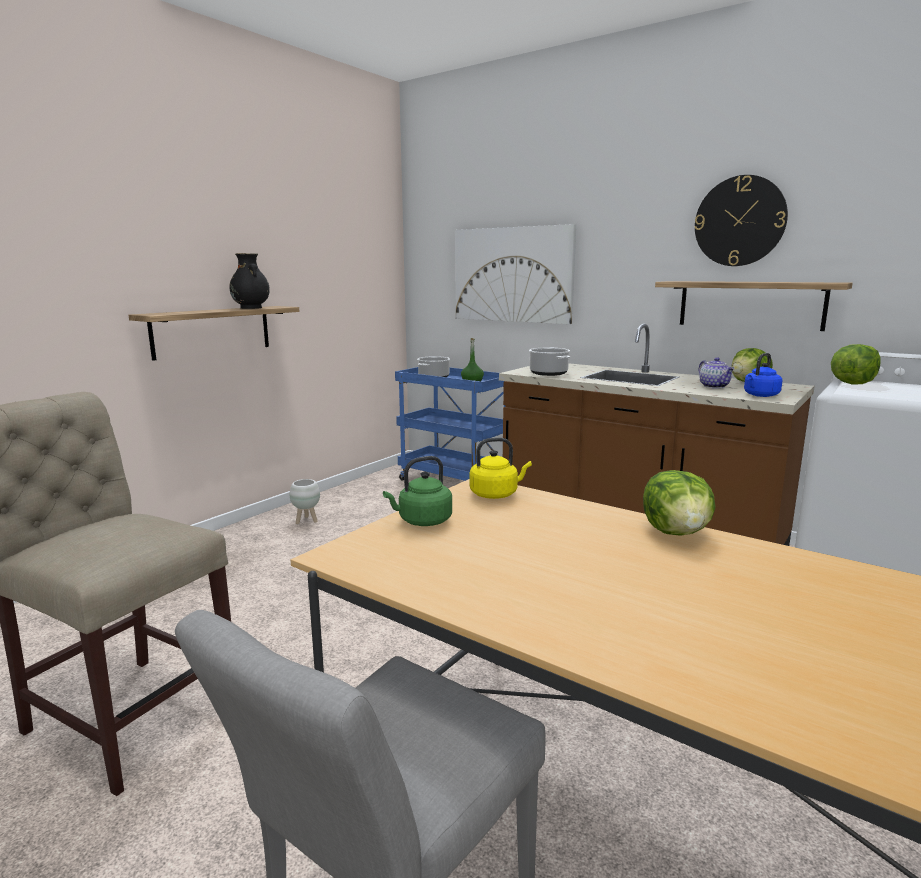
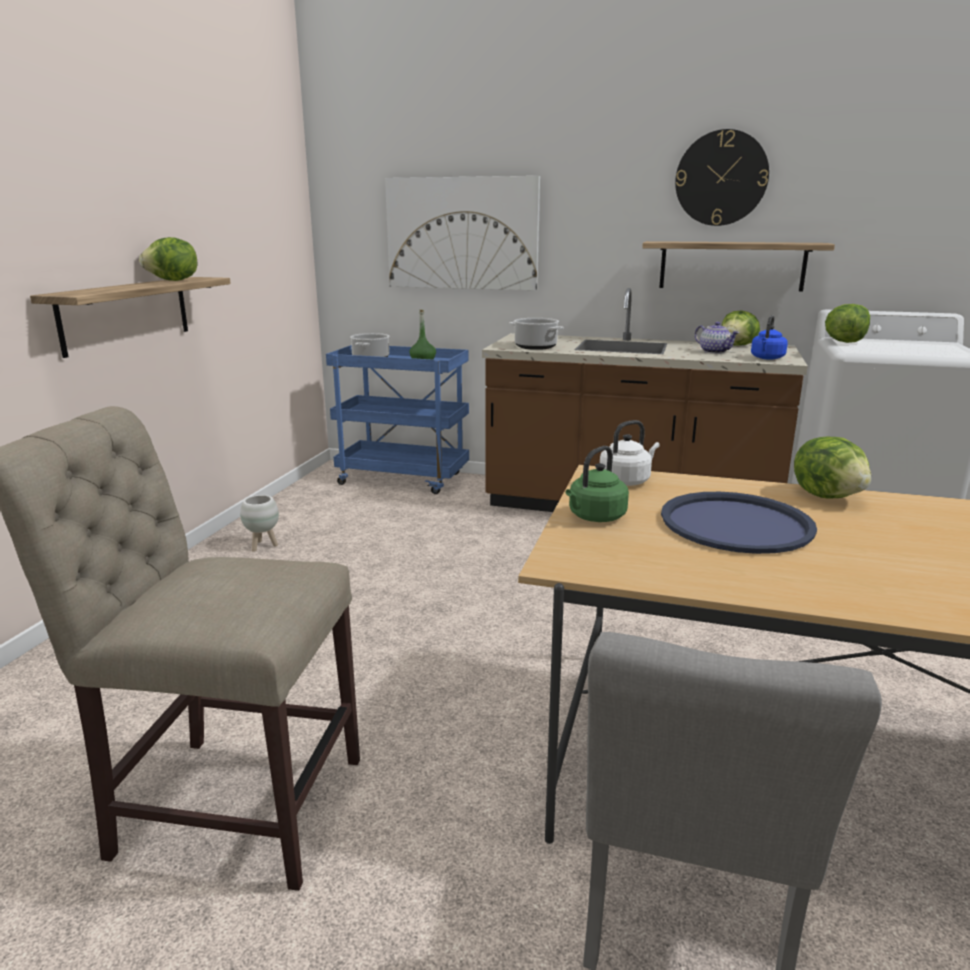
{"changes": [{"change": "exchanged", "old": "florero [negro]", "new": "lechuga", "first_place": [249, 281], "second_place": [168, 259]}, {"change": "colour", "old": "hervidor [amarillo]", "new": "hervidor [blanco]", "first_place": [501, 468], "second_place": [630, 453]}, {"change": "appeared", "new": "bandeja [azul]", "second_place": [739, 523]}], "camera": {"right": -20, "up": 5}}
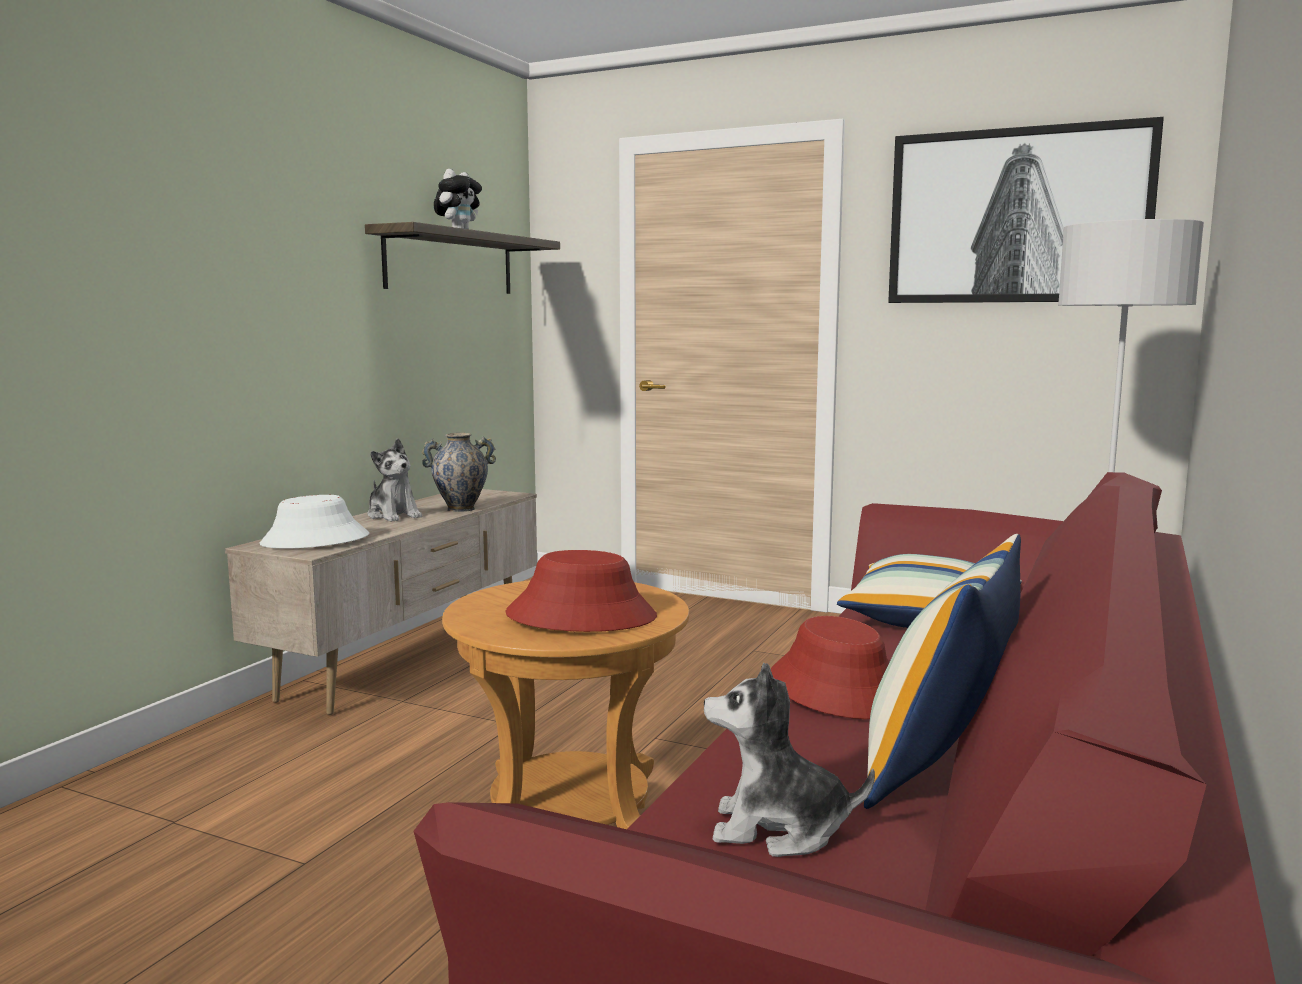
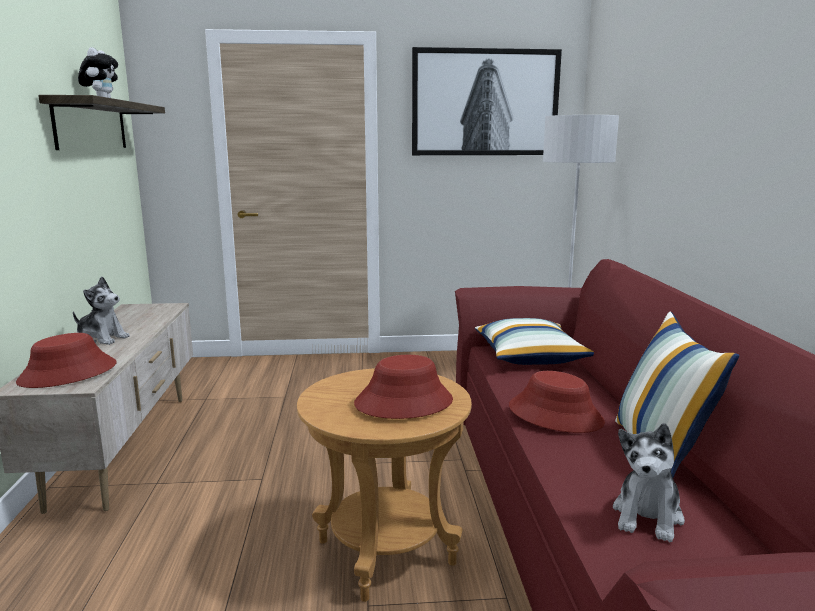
{"changes": [{"change": "colour", "old": "sombrero [blanco]", "new": "sombrero [rojo]", "first_place": [314, 522], "second_place": [66, 360]}, {"change": "missing", "old": "florero", "first_place": [458, 472]}, {"change": "spun", "old": "peluche", "first_place": [789, 760], "second_place": [649, 482], "degrees": -45}], "camera": {"right": -30, "up": 5}}
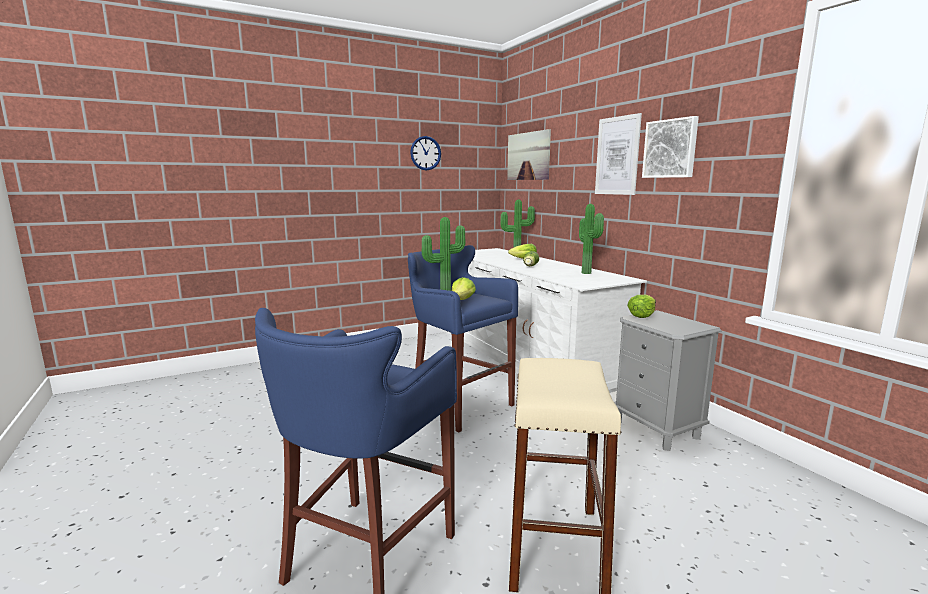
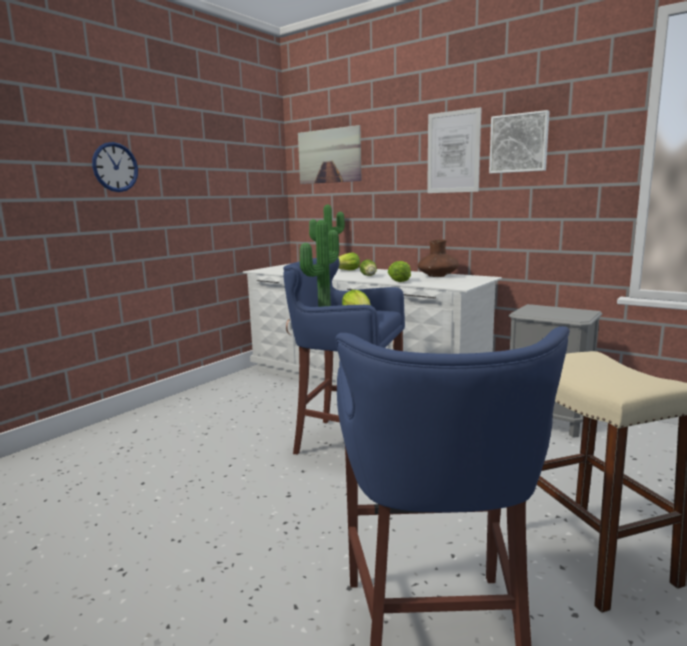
{"changes": [{"change": "relocated", "old": "reloj de pared", "first_place": [425, 153], "second_place": [115, 167]}, {"change": "exchanged", "old": "planta en maceta", "new": "florero [marrón]", "first_place": [591, 239], "second_place": [438, 258]}, {"change": "relocated", "old": "lechuga", "first_place": [641, 306], "second_place": [399, 271]}], "camera": {"right": -25, "up": 0}}
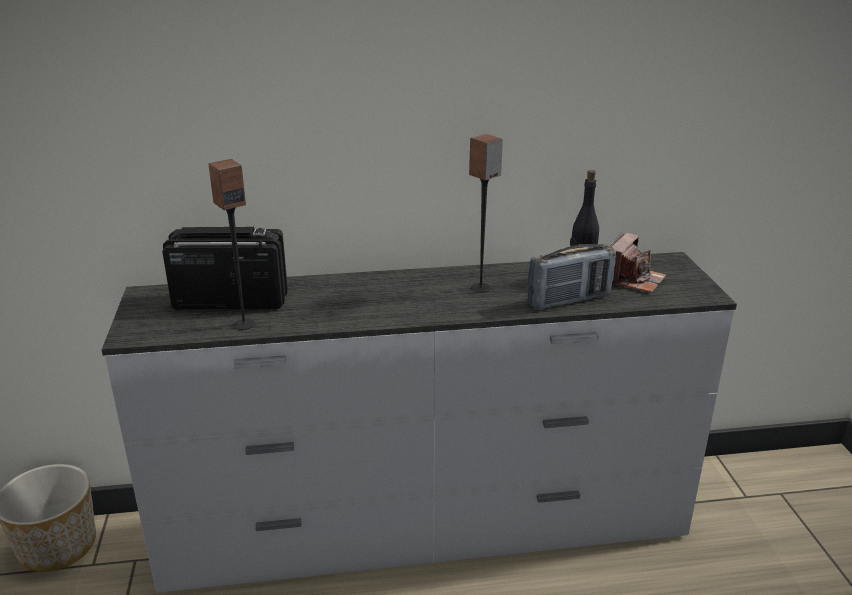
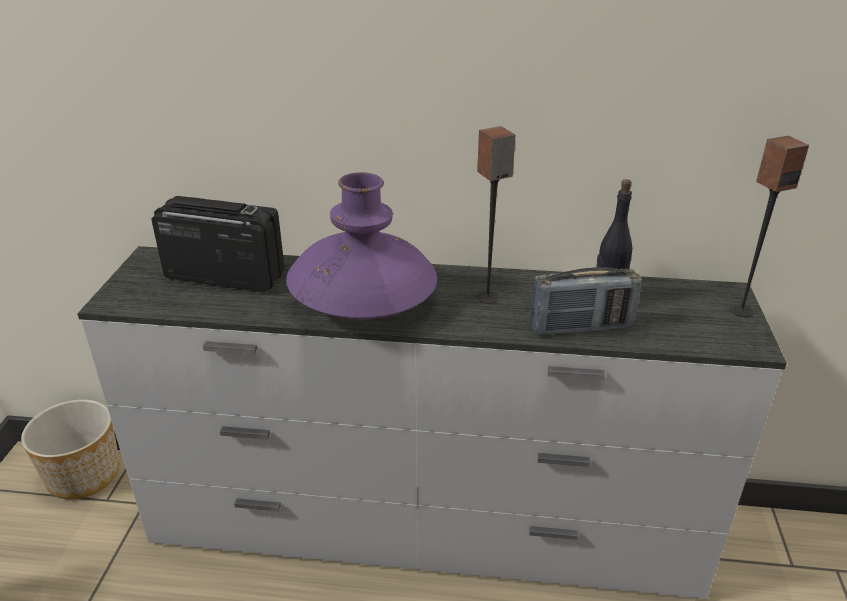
{"changes": [{"change": "relocated", "old": "altavoz", "first_place": [231, 244], "second_place": [769, 226]}, {"change": "missing", "old": "cámara", "first_place": [638, 262]}, {"change": "appeared", "new": "florero [morado]", "second_place": [361, 246]}], "camera": {"right": 15, "up": 5}}
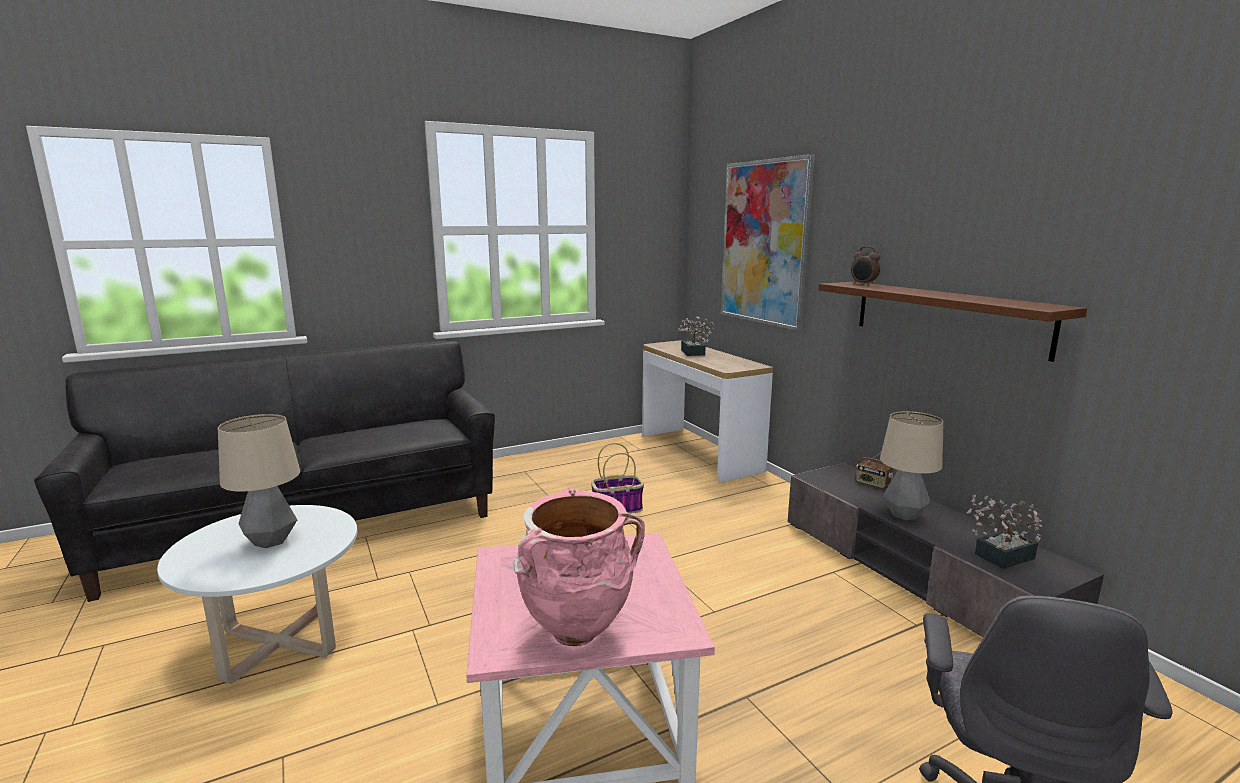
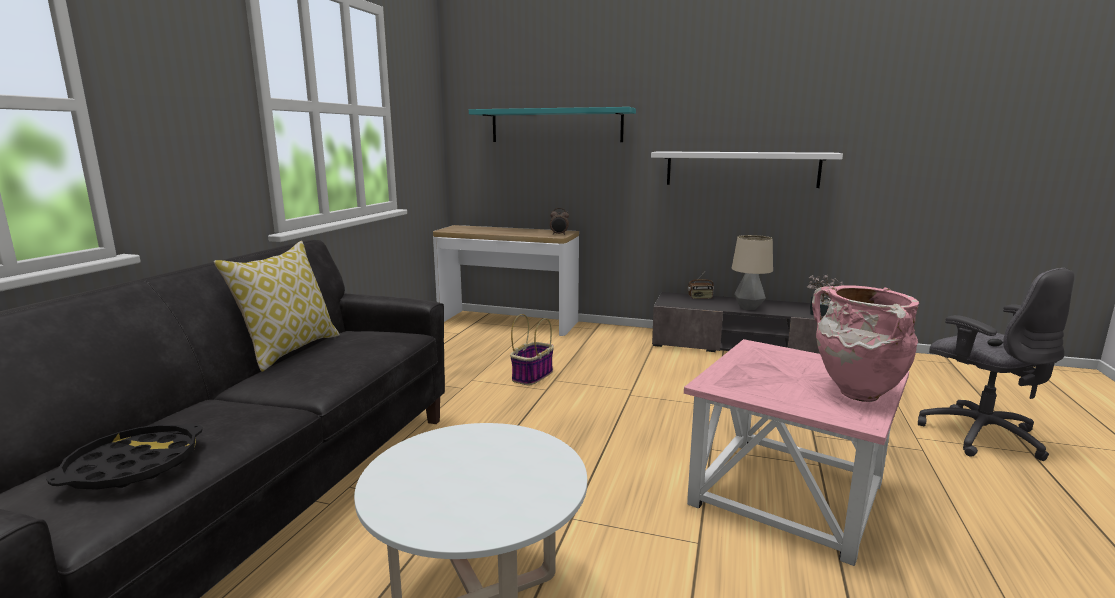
{"changes": [{"change": "missing", "old": "lámpara de mesa", "first_place": [259, 481]}, {"change": "missing", "old": "planta en maceta", "first_place": [696, 336]}, {"change": "exchanged", "old": "cuadro", "new": "estante [turquesa]", "first_place": [768, 242], "second_place": [552, 124]}, {"change": "colour", "old": "estante [marrón]", "new": "estante [blanco]", "first_place": [952, 322], "second_place": [747, 169]}, {"change": "relocated", "old": "despertador", "first_place": [865, 266], "second_place": [559, 221]}, {"change": "appeared", "new": "bandeja [negro]", "second_place": [124, 456]}, {"change": "appeared", "new": "cojín", "second_place": [277, 306]}], "camera": {"right": -45, "up": 0}}
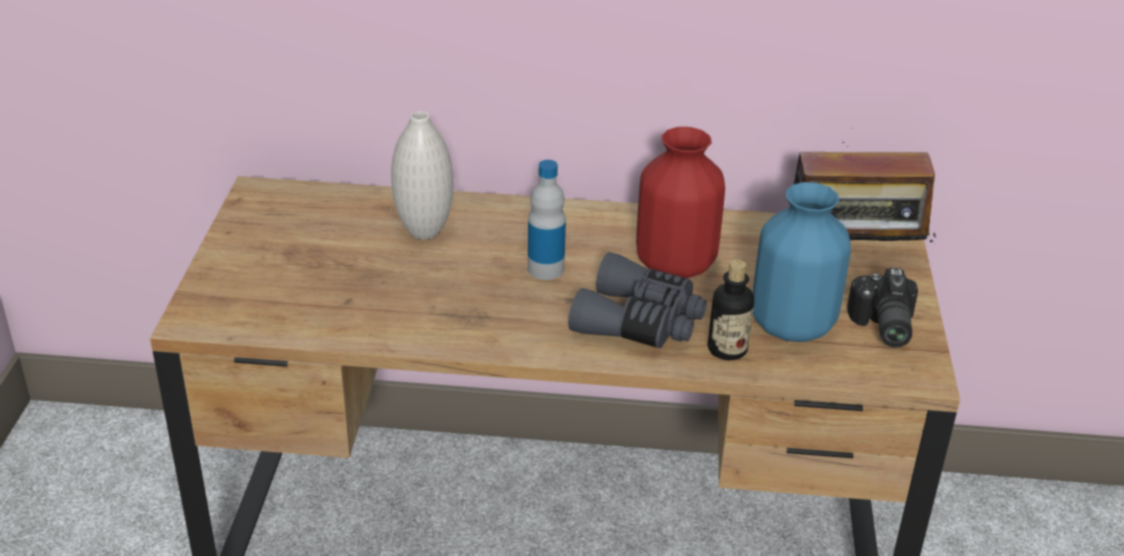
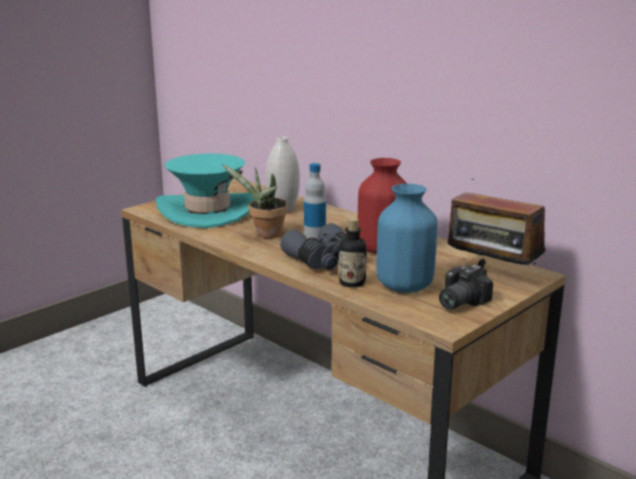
{"changes": [{"change": "appeared", "new": "sombrero [turquesa]", "second_place": [205, 191]}, {"change": "appeared", "new": "planta en maceta", "second_place": [255, 201]}], "camera": {"right": 40, "up": -15}}
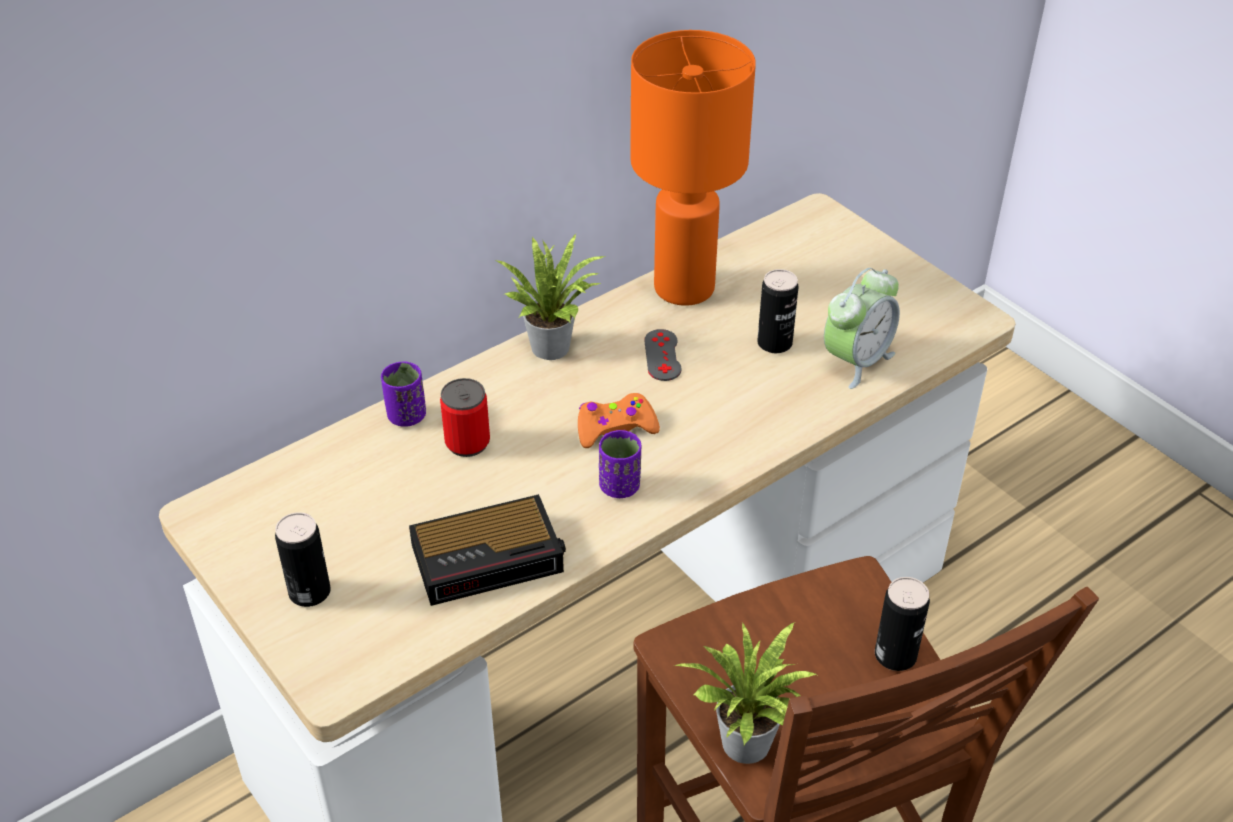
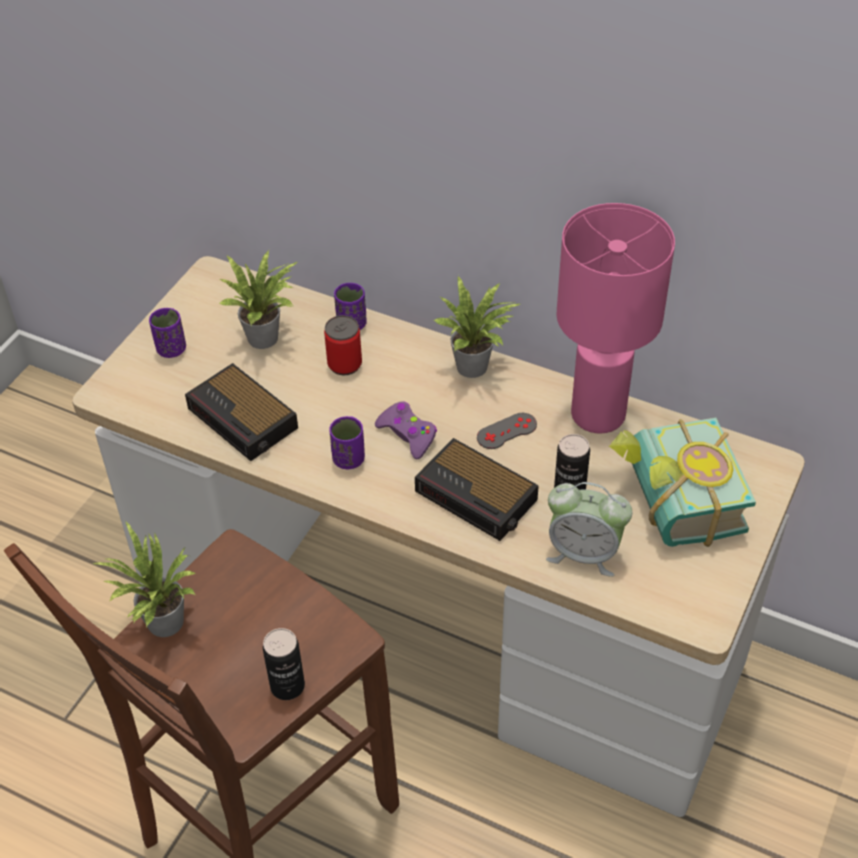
{"changes": [{"change": "exchanged", "old": "lata", "new": "taza [morado]", "first_place": [303, 559], "second_place": [167, 333]}, {"change": "colour", "old": "mando de consola [naranja]", "new": "mando de consola [morado]", "first_place": [619, 420], "second_place": [406, 430]}, {"change": "colour", "old": "lámpara de mesa [naranja]", "new": "lámpara de mesa [rosa]", "first_place": [693, 168], "second_place": [616, 318]}, {"change": "appeared", "new": "planta en maceta", "second_place": [258, 299]}, {"change": "appeared", "new": "despertador", "second_place": [477, 489]}, {"change": "appeared", "new": "libro", "second_place": [682, 482]}], "camera": {"right": 65, "up": 5}}
